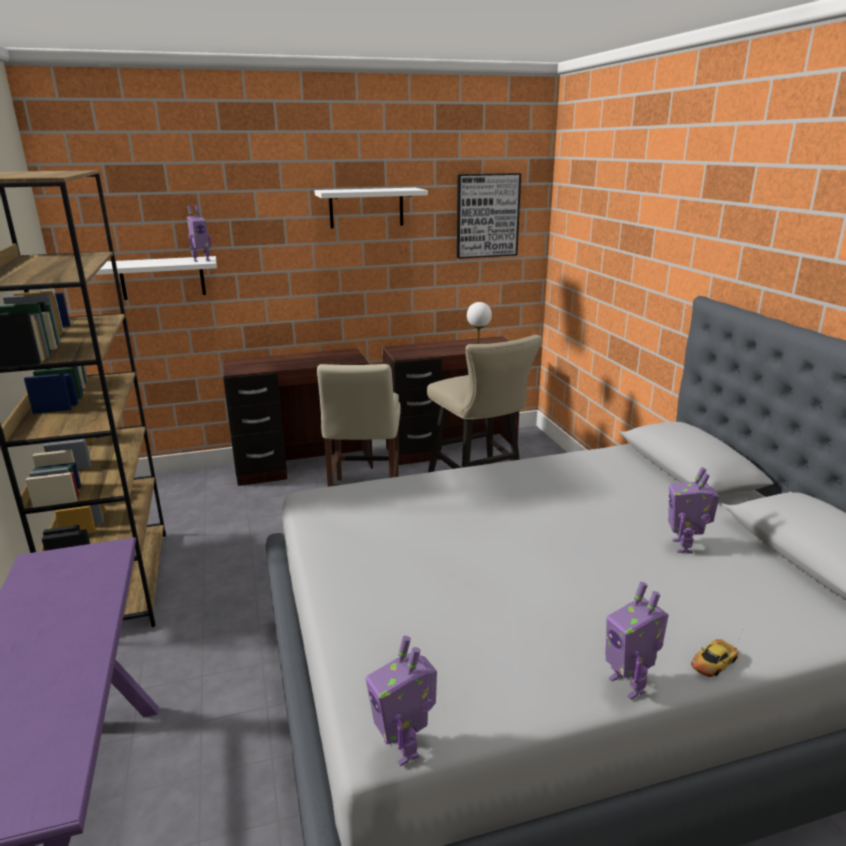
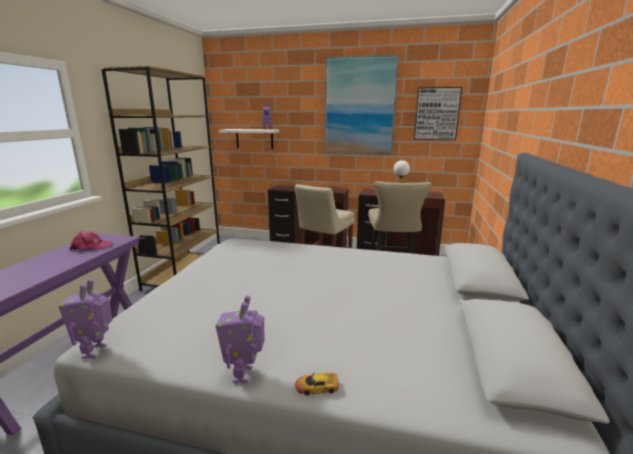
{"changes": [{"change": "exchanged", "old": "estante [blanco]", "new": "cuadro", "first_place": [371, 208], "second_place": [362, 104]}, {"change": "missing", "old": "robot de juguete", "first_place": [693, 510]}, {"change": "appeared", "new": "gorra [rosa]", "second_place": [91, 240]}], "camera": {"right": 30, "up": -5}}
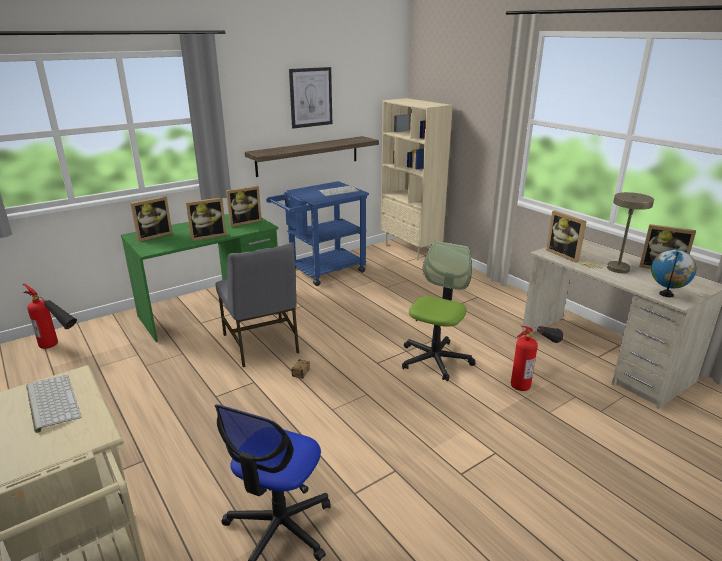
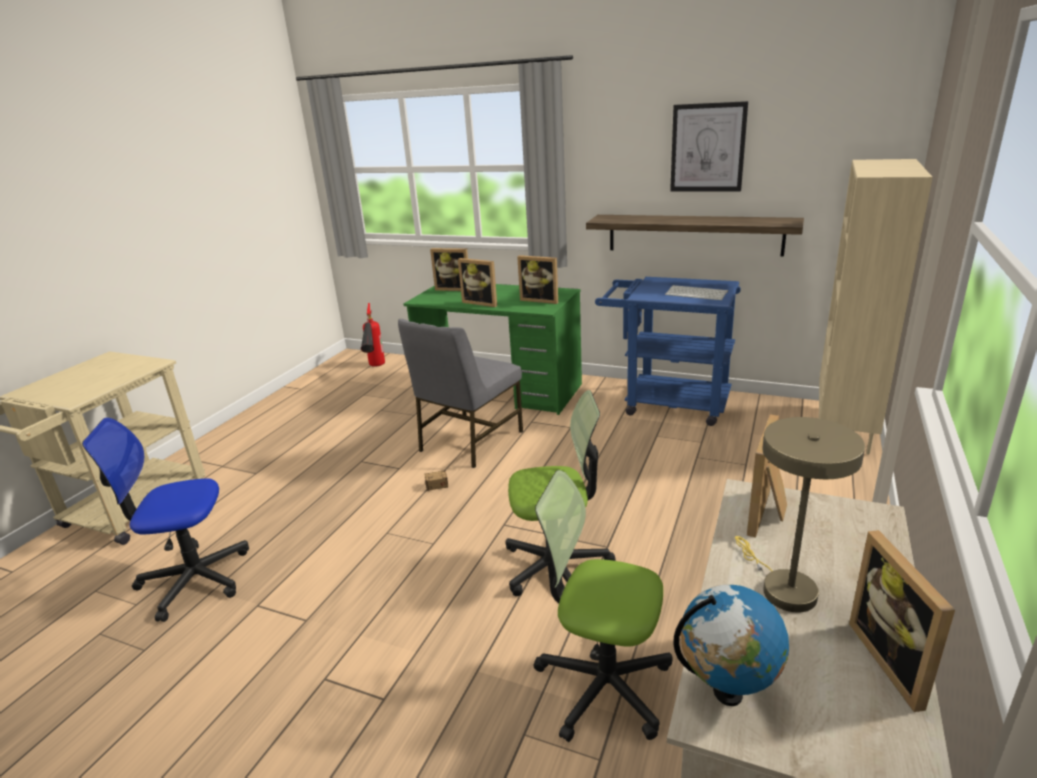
{"changes": [{"change": "missing", "old": "teclado", "first_place": [54, 404]}, {"change": "exchanged", "old": "extintor", "new": "silla de oficina", "first_place": [537, 358], "second_place": [602, 606]}], "camera": {"right": 60, "up": 0}}
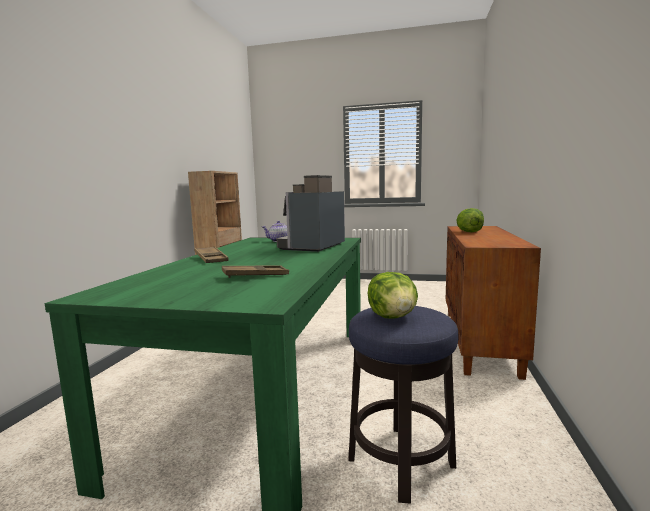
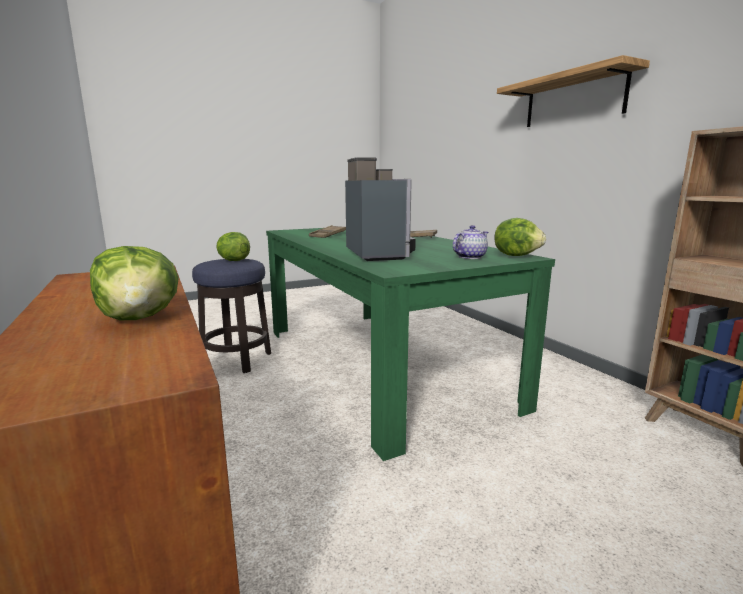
{"changes": [{"change": "appeared", "new": "lechuga", "second_place": [520, 237]}, {"change": "appeared", "new": "estante", "second_place": [573, 91]}], "camera": {"right": 140, "up": 5}}
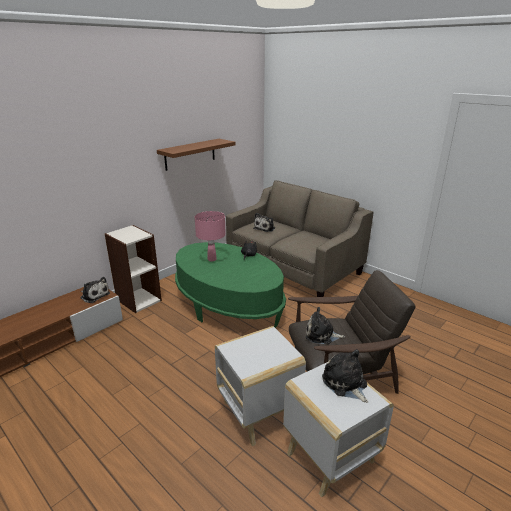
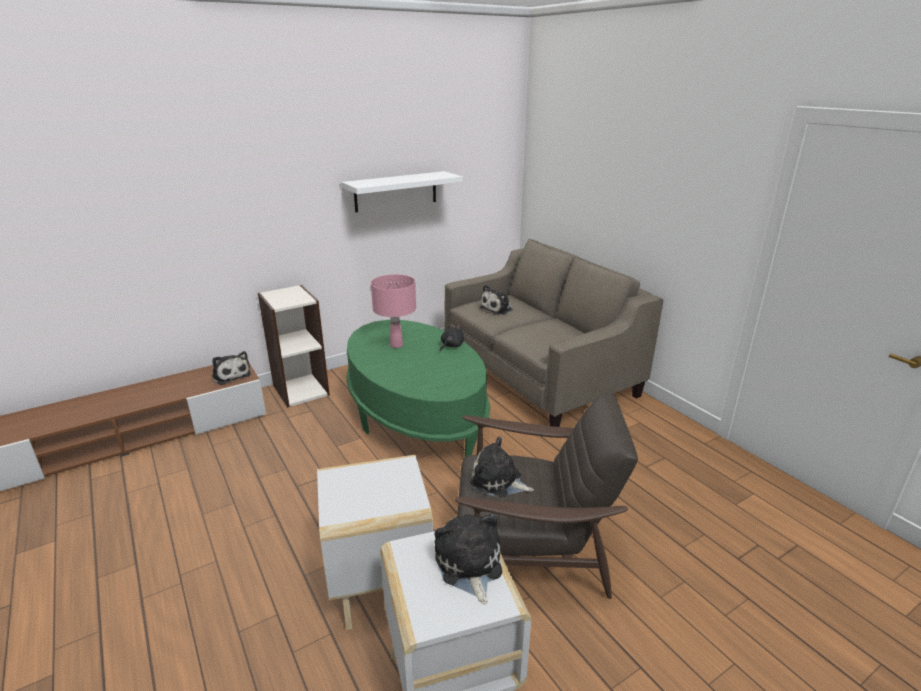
{"changes": [{"change": "colour", "old": "estante [marrón]", "new": "estante [blanco]", "first_place": [196, 155], "second_place": [402, 191]}], "camera": {"right": 15, "up": 0}}
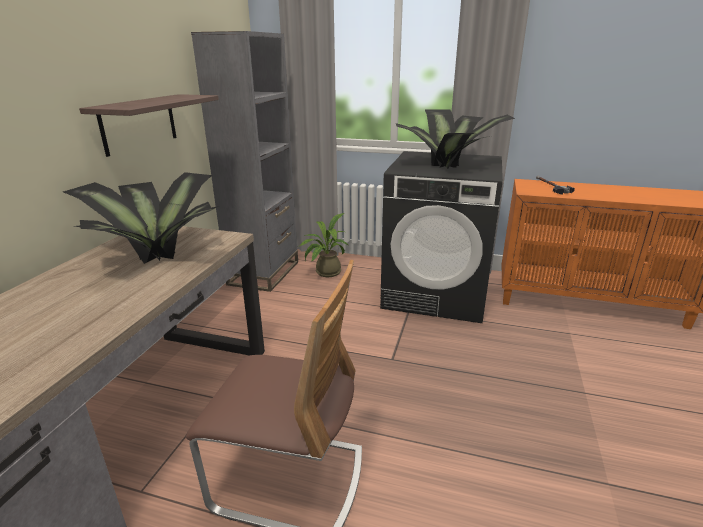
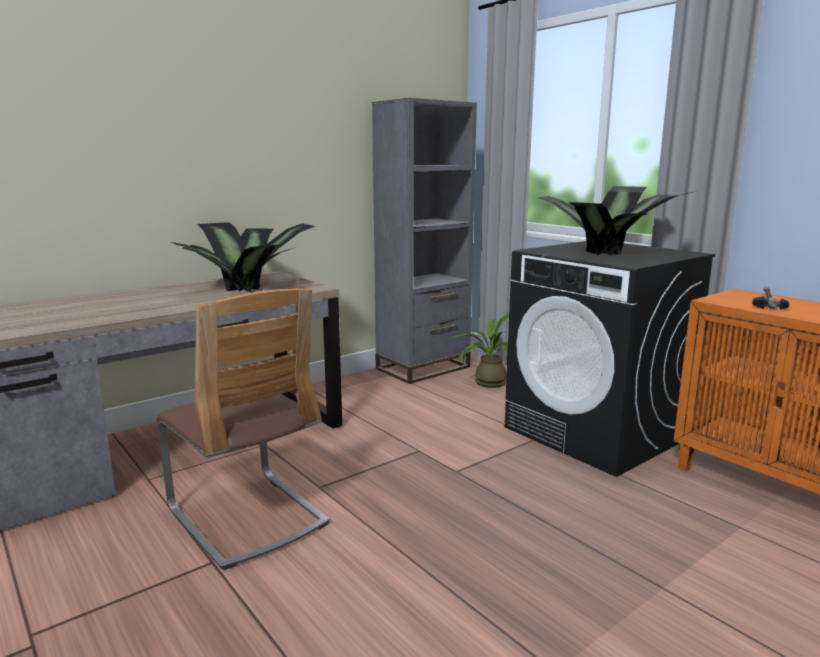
{"changes": [{"change": "missing", "old": "estante", "first_place": [149, 125]}], "camera": {"right": 35, "up": -10}}
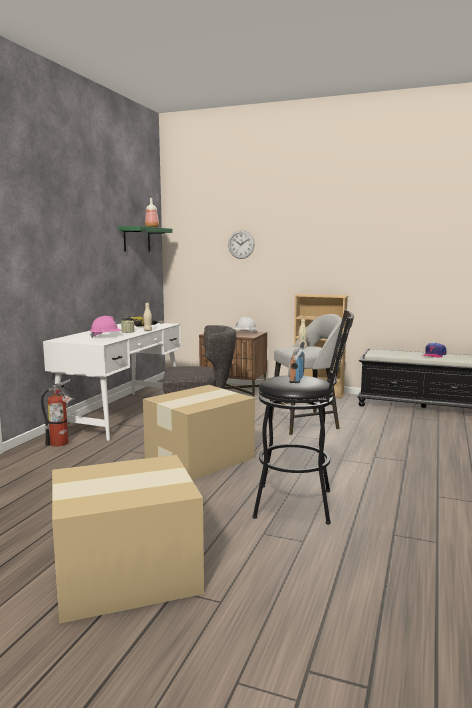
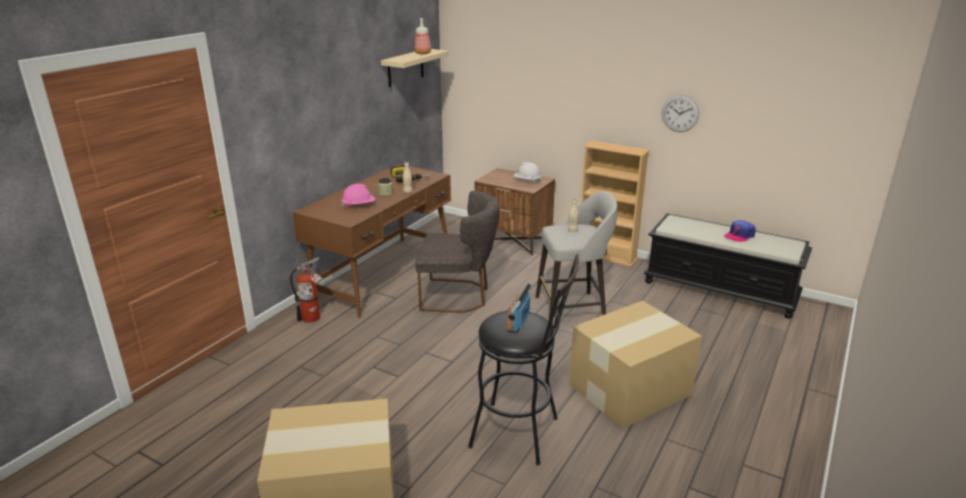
{"changes": [{"change": "colour", "old": "escritorio [blanco]", "new": "escritorio [marrón]", "first_place": [112, 382], "second_place": [372, 241]}, {"change": "colour", "old": "estante [verde]", "new": "estante [beis]", "first_place": [146, 239], "second_place": [415, 68]}, {"change": "relocated", "old": "caja de cartón", "first_place": [199, 432], "second_place": [635, 365]}, {"change": "relocated", "old": "reloj de pared", "first_place": [241, 244], "second_place": [680, 113]}], "camera": {"right": 10, "up": 15}}
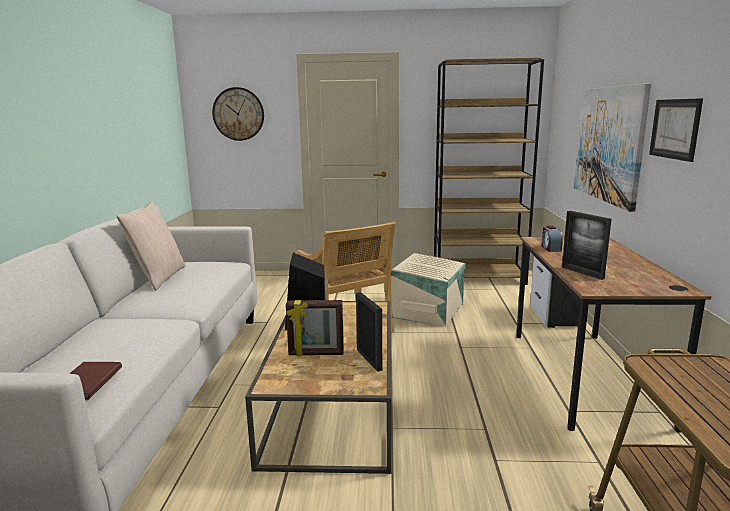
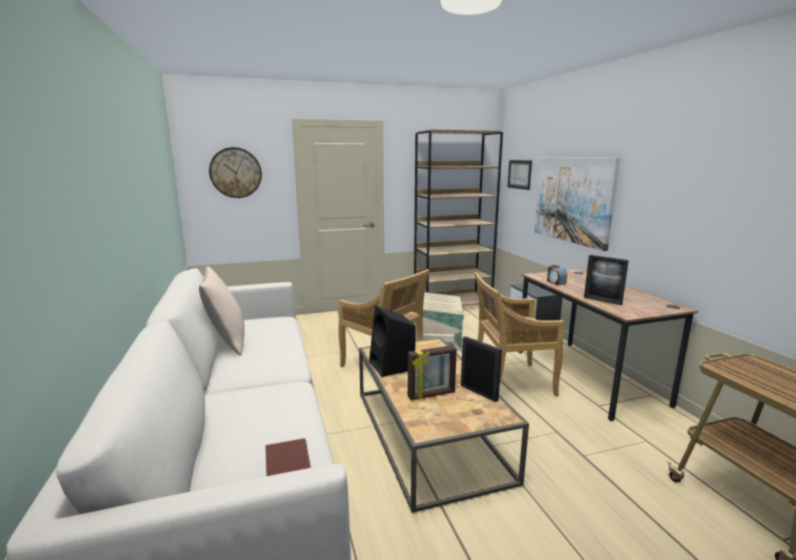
{"changes": [{"change": "relocated", "old": "cuadro", "first_place": [676, 130], "second_place": [519, 175]}, {"change": "appeared", "new": "silla [beis]", "second_place": [519, 334]}], "camera": {"right": -20, "up": 0}}
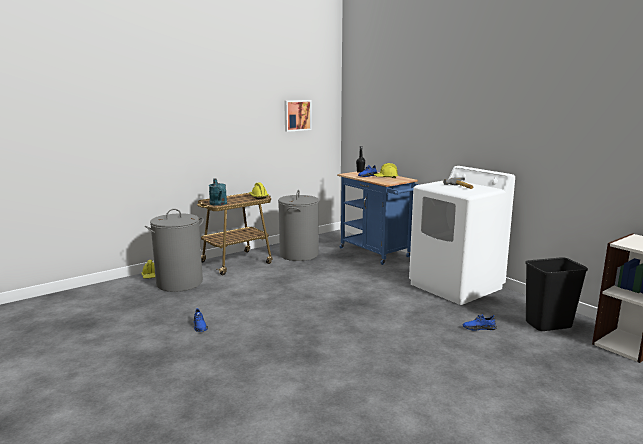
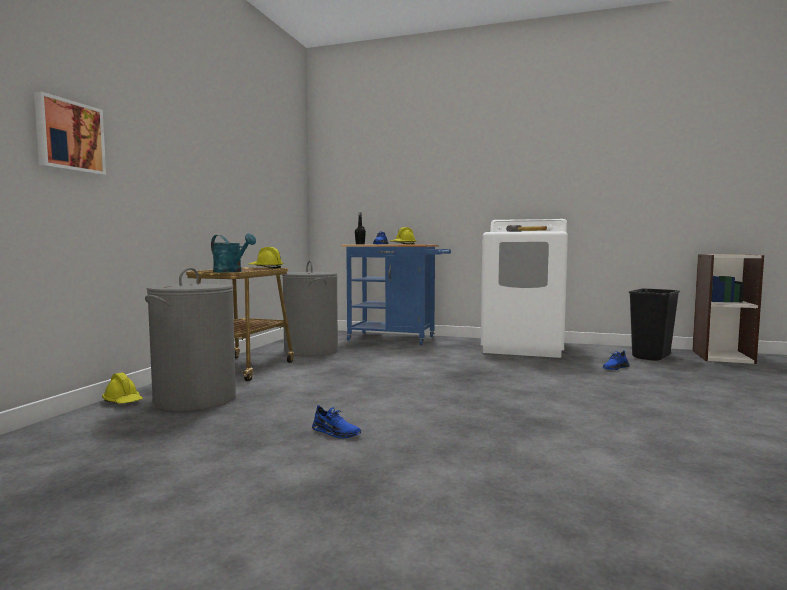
{"changes": [{"change": "relocated", "old": "cuadro", "first_place": [298, 116], "second_place": [70, 133]}], "camera": {"right": -35, "up": -10}}
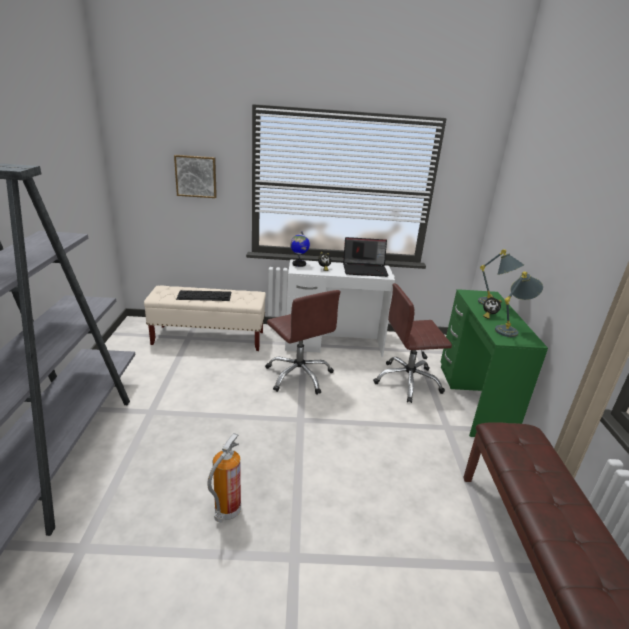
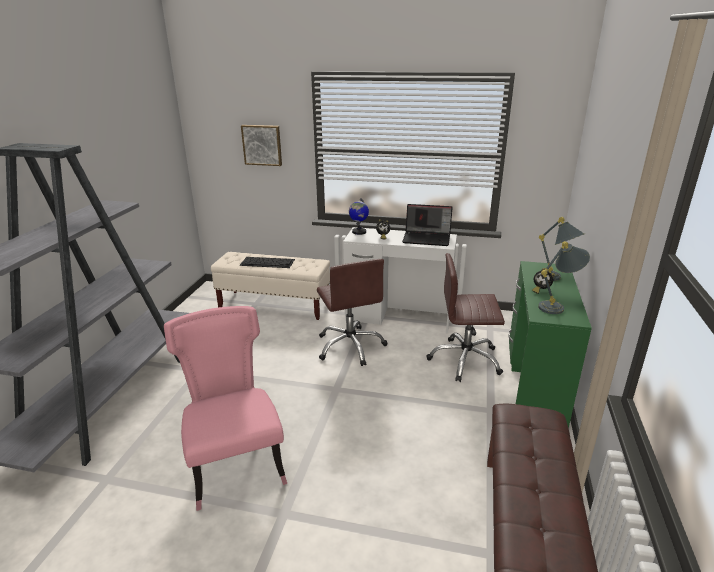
{"changes": [{"change": "exchanged", "old": "extintor", "new": "silla [rosa]", "first_place": [224, 478], "second_place": [225, 408]}], "camera": {"right": 15, "up": 0}}
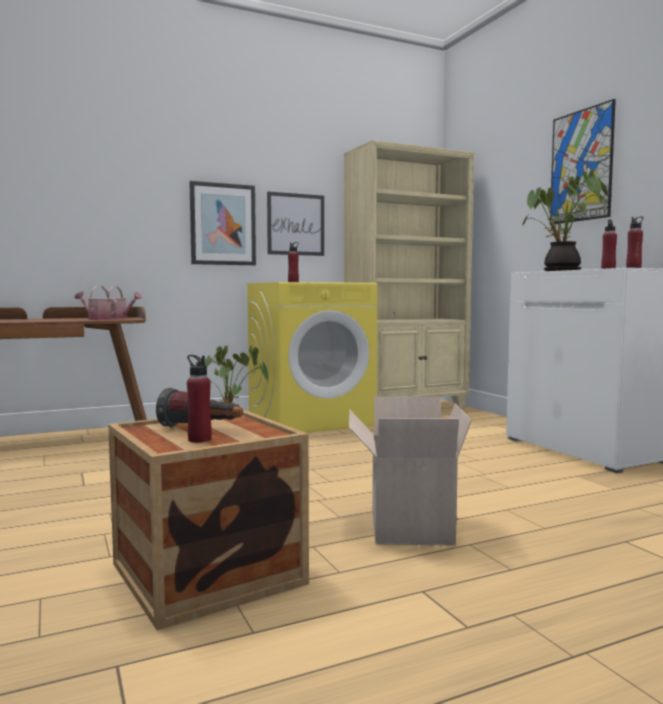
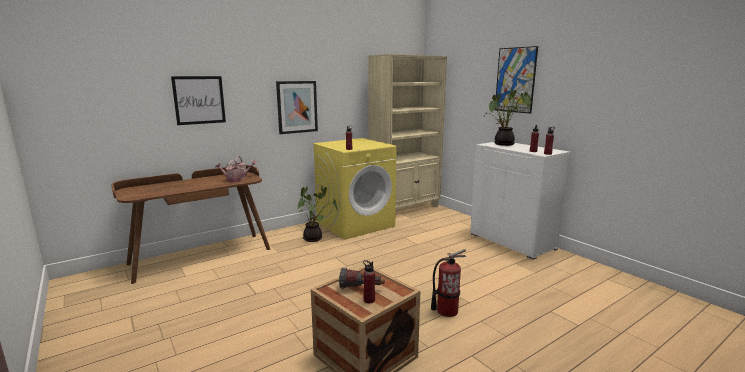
{"changes": [{"change": "relocated", "old": "cuadro", "first_place": [295, 224], "second_place": [198, 100]}, {"change": "exchanged", "old": "caja de cartón", "new": "extintor", "first_place": [410, 471], "second_place": [448, 283]}], "camera": {"right": -10, "up": 10}}
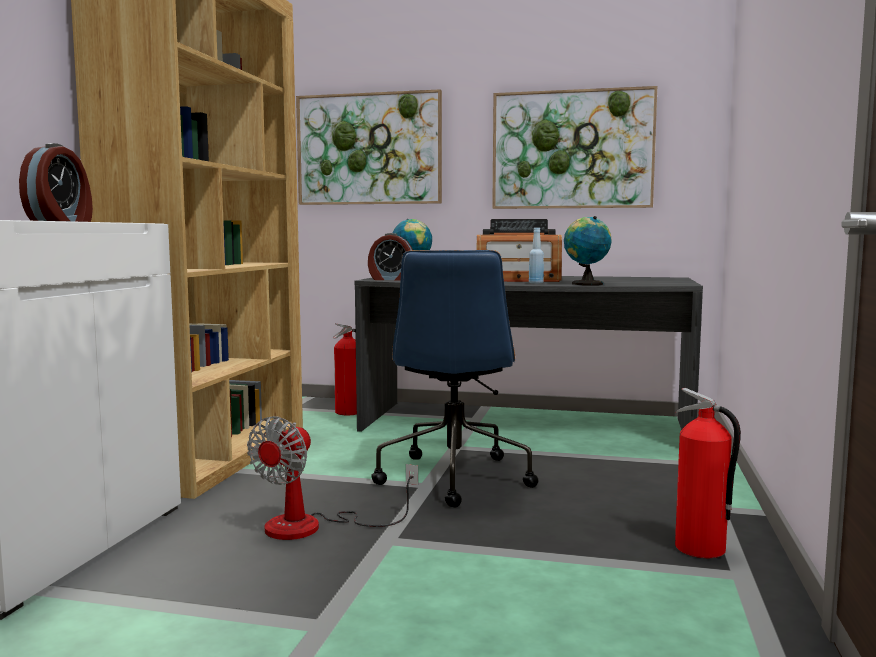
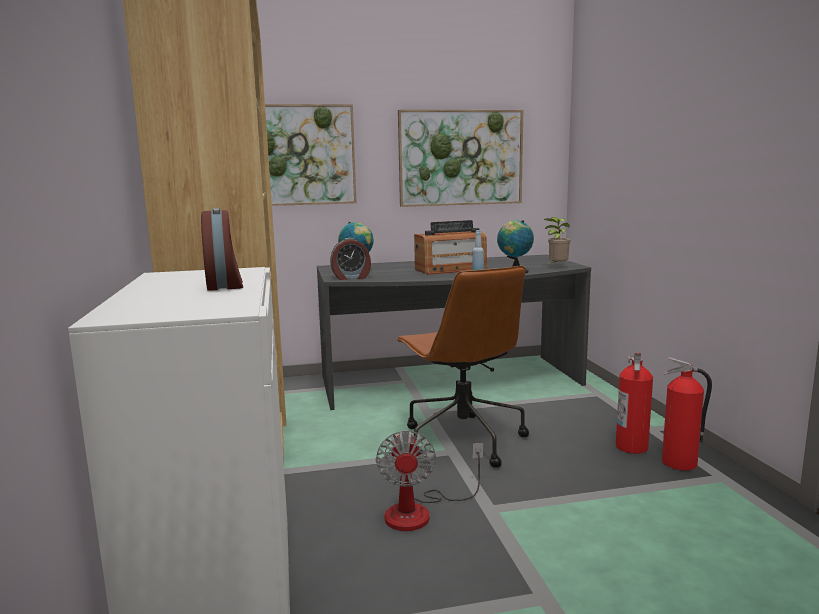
{"changes": [{"change": "relocated", "old": "extintor", "first_place": [345, 369], "second_place": [634, 403]}, {"change": "colour", "old": "silla de oficina [azul]", "new": "silla de oficina [marrón]", "first_place": [455, 378], "second_place": [462, 367]}, {"change": "appeared", "new": "planta en maceta", "second_place": [557, 241]}], "camera": {"right": -25, "up": 5}}
